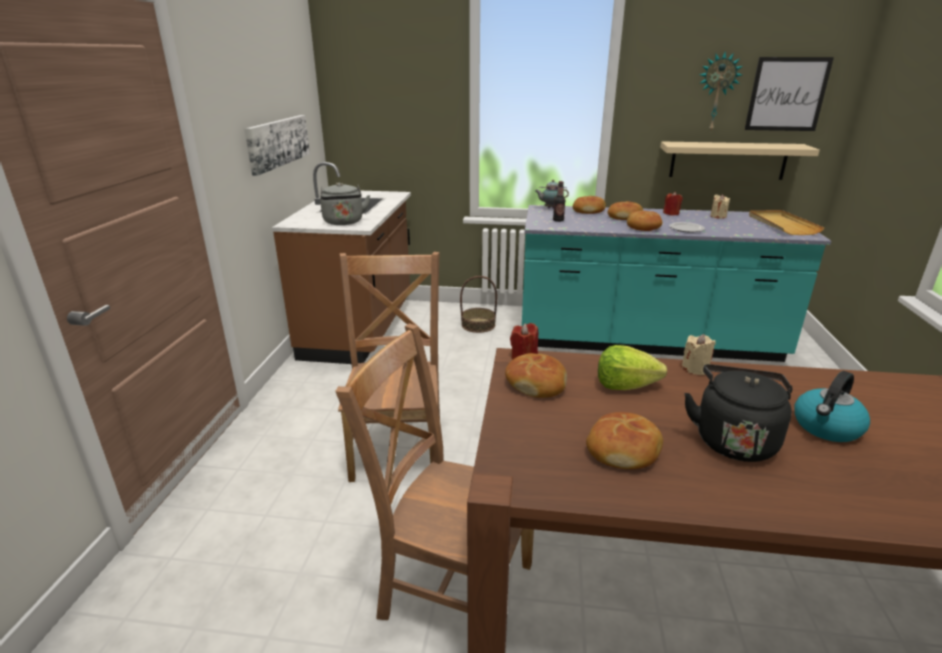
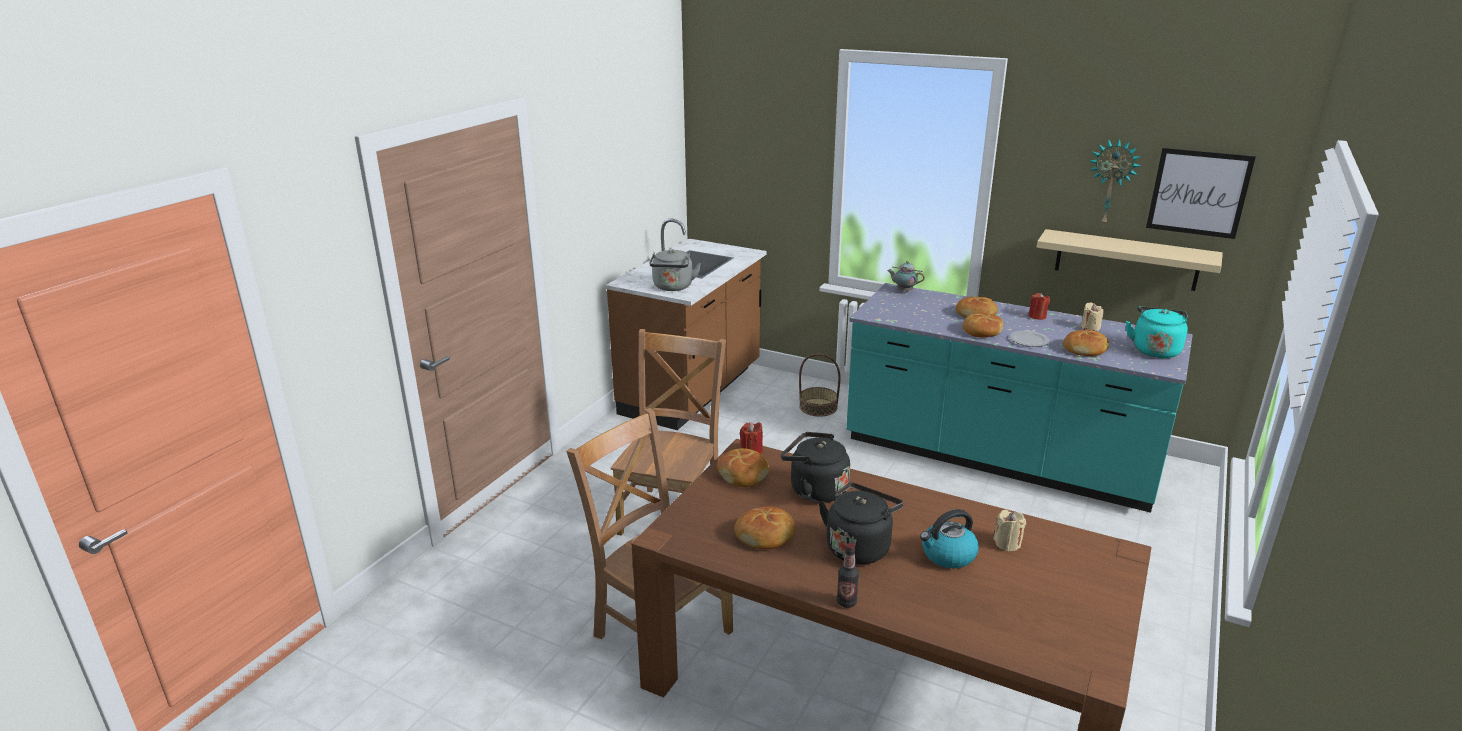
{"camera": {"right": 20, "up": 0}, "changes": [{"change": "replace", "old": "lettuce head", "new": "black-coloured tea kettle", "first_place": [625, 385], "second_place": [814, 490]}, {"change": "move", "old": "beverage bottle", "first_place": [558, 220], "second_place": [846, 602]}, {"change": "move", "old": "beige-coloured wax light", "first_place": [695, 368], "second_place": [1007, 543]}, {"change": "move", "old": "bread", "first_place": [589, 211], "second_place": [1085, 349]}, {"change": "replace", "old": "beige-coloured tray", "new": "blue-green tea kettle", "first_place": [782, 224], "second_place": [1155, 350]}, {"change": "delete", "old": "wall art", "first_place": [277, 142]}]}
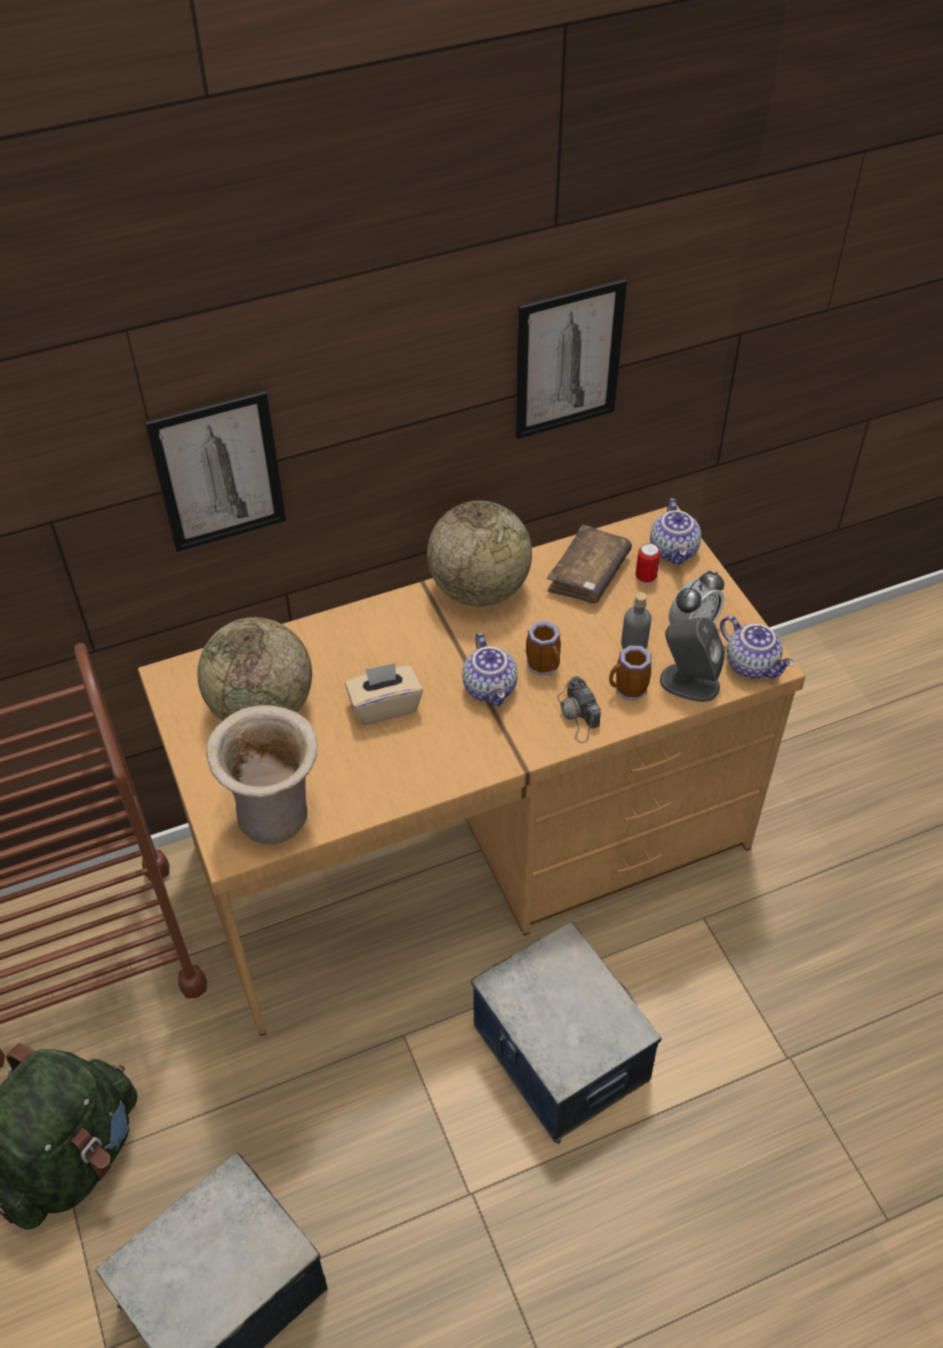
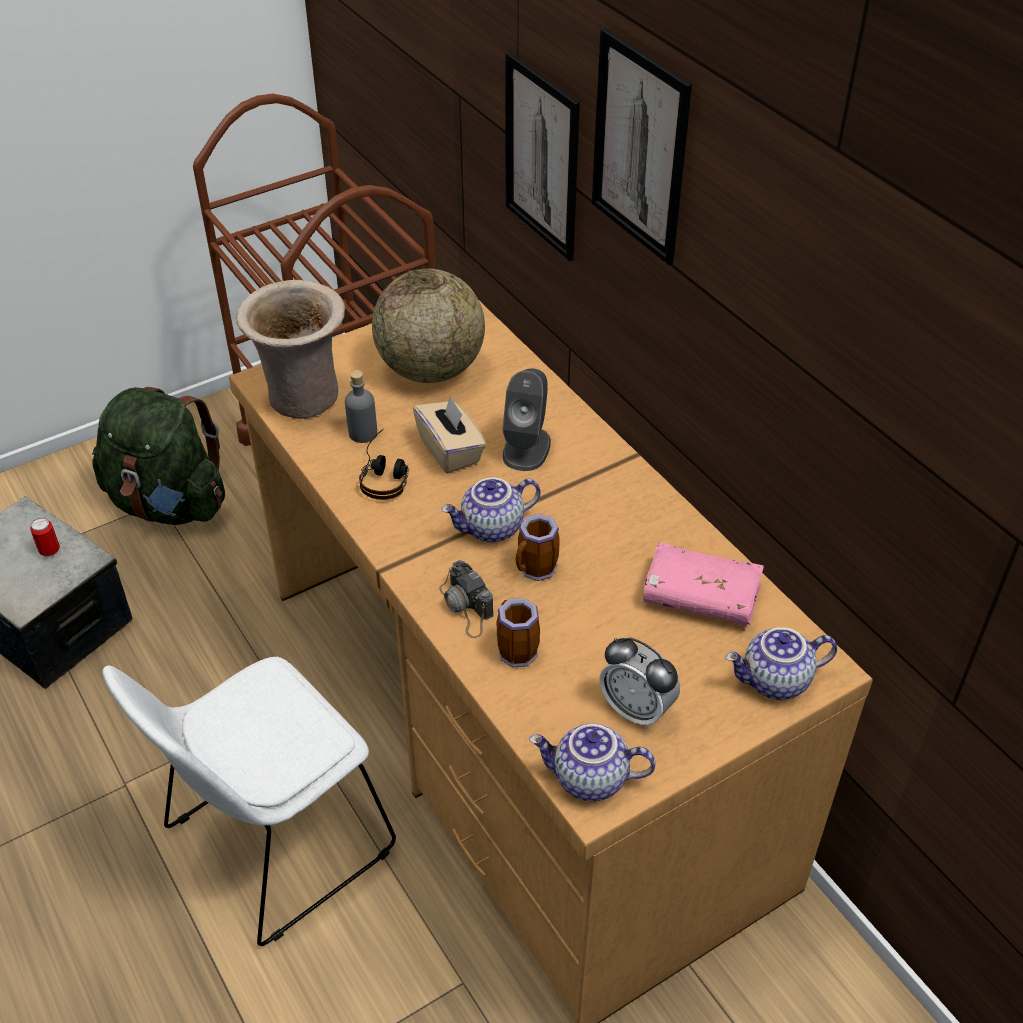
{"camera": {"right": 80, "up": -5}, "changes": [{"change": "move", "old": "metal can", "first_place": [645, 577], "second_place": [50, 551]}, {"change": "replace", "old": "storage box", "new": "whitish chair", "first_place": [559, 1054], "second_place": [273, 844]}, {"change": "move", "old": "greyish beverage bottle", "first_place": [634, 644], "second_place": [363, 433]}, {"change": "insert", "new": "pair of headphones", "second_place": [386, 474]}, {"change": "rotate", "old": "still camera", "first_place": [578, 715], "second_place": [466, 607], "degrees": -90}, {"change": "move", "old": "greyish loudspeaker", "first_place": [688, 683], "second_place": [526, 448]}, {"change": "rotate", "old": "tea pot", "first_place": [752, 664], "second_place": [589, 780], "degrees": 60}, {"change": "move", "old": "wall art", "first_place": [568, 360], "second_place": [639, 148]}, {"change": "recolor", "old": "brown-coloured book", "new": "pink-coloured book", "first_place": [588, 574], "second_place": [700, 596]}, {"change": "delete", "old": "world globe", "first_place": [479, 589]}]}
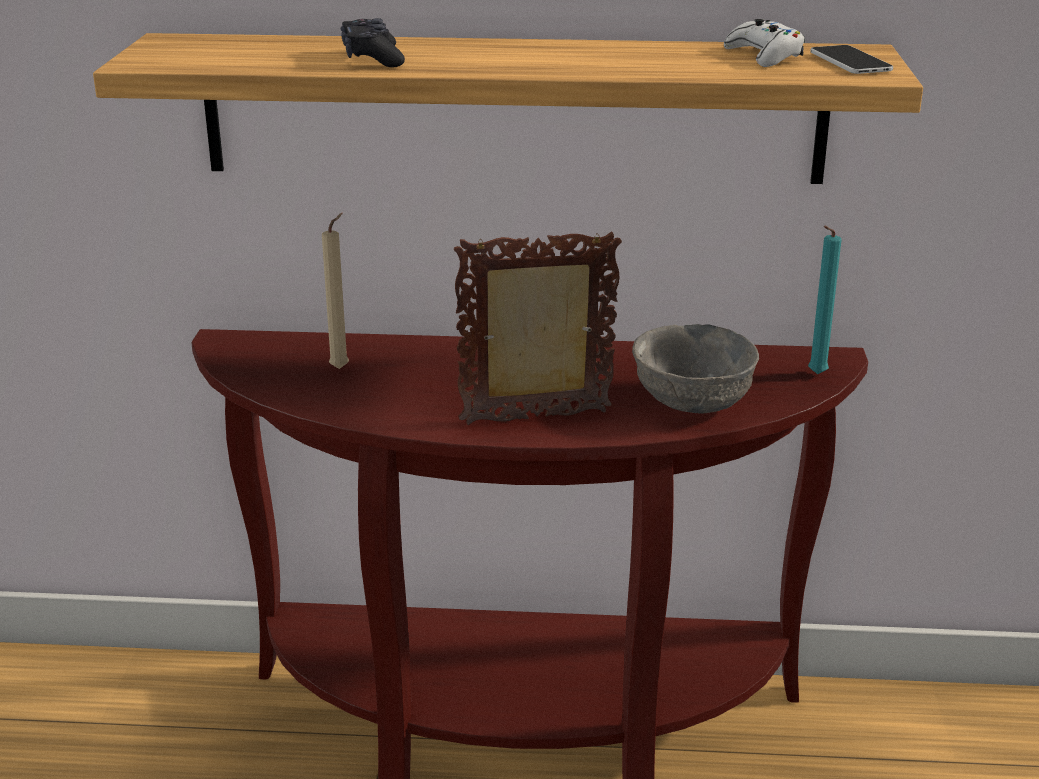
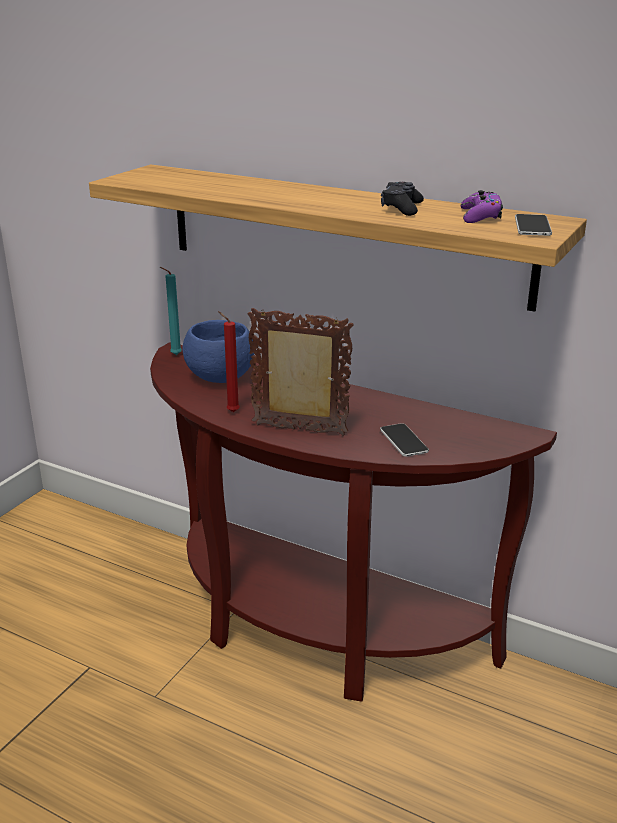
{"camera": {"right": 25, "up": 0}, "changes": [{"change": "move", "old": "blue-green wax light", "first_place": [815, 375], "second_place": [174, 355]}, {"change": "replace", "old": "beige-coloured wax light", "new": "blue-coloured deep dish", "first_place": [342, 367], "second_place": [221, 378]}, {"change": "insert", "new": "red wax light", "second_place": [231, 411]}, {"change": "replace", "old": "greyish deep dish", "new": "telephone", "first_place": [691, 402], "second_place": [403, 441]}, {"change": "move", "old": "black-coloured joypad", "first_place": [372, 58], "second_place": [401, 208]}, {"change": "recolor", "old": "whitish joypad", "new": "purple-coloured joypad", "first_place": [764, 56], "second_place": [480, 216]}]}
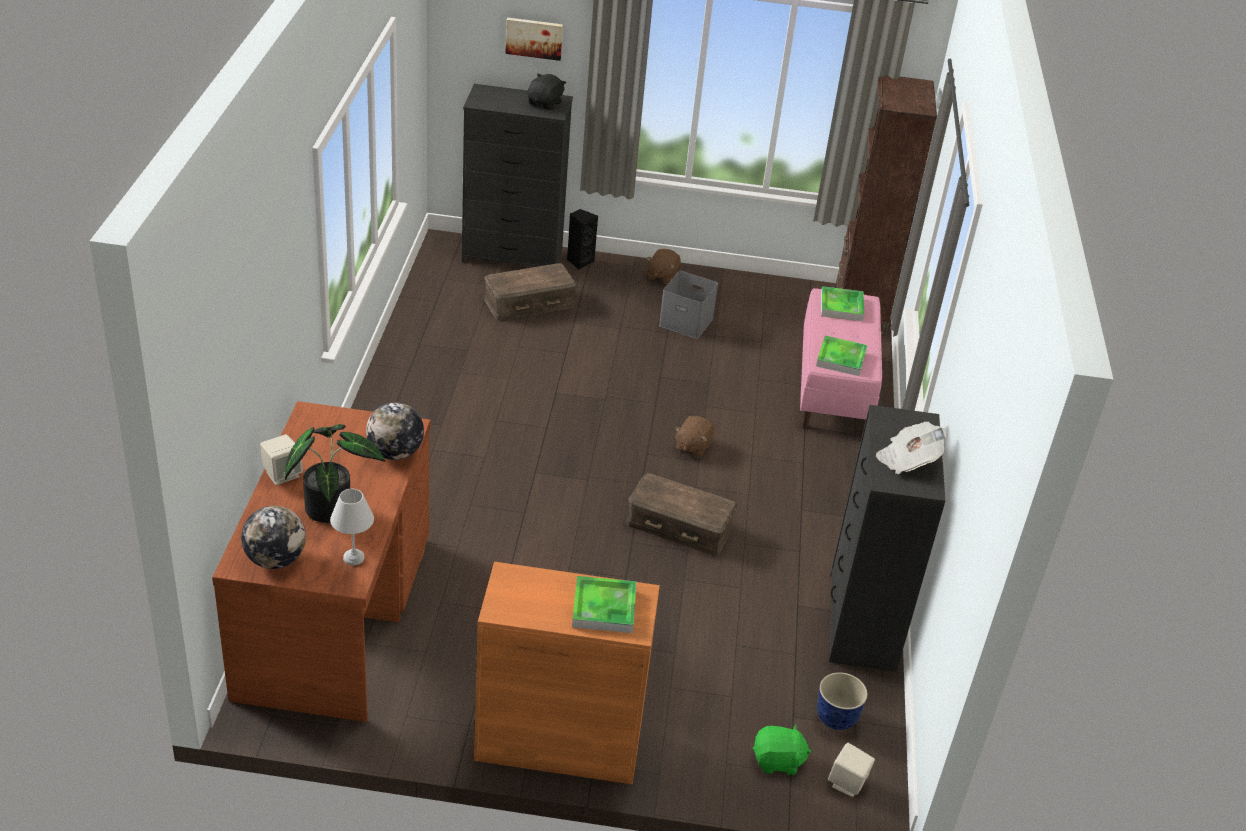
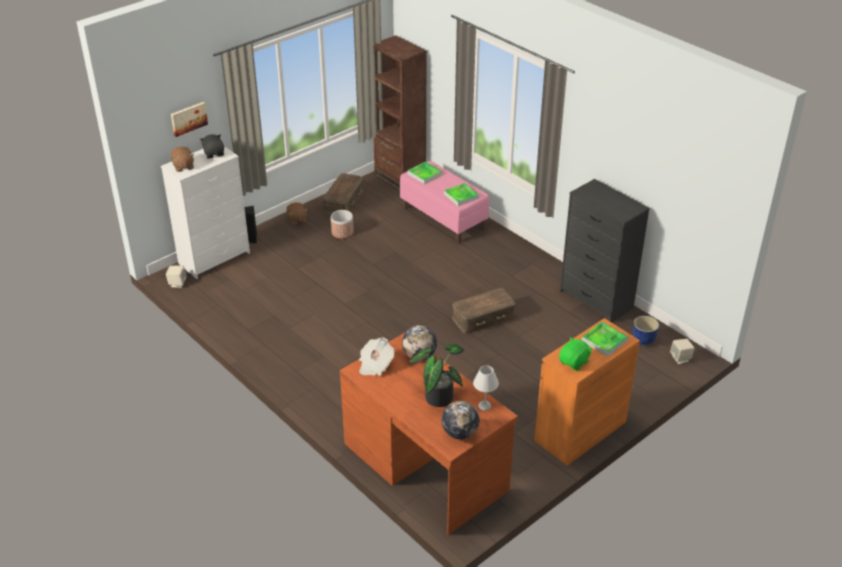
{"camera": {"right": -45, "up": 0}, "changes": [{"change": "recolor", "old": "black-coloured dresser", "new": "whitish dresser", "first_place": [513, 255], "second_place": [215, 258]}, {"change": "move", "old": "beige-coloured loudspeaker", "first_place": [282, 474], "second_place": [177, 283]}, {"change": "move", "old": "brown-coloured soft toy", "first_place": [692, 447], "second_place": [183, 166]}, {"change": "move", "old": "brown-coloured storage box", "first_place": [529, 303], "second_place": [344, 202]}, {"change": "replace", "old": "greyish storage box", "new": "plant pot", "first_place": [687, 322], "second_place": [342, 232]}, {"change": "move", "old": "newspaper", "first_place": [907, 460], "second_place": [375, 365]}, {"change": "move", "old": "greenish soft toy", "first_place": [778, 761], "second_place": [574, 362]}]}
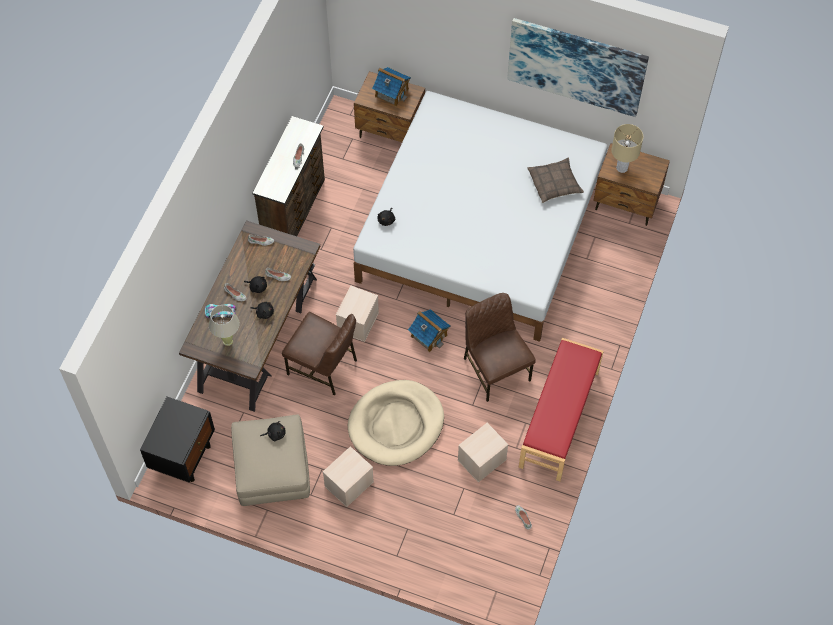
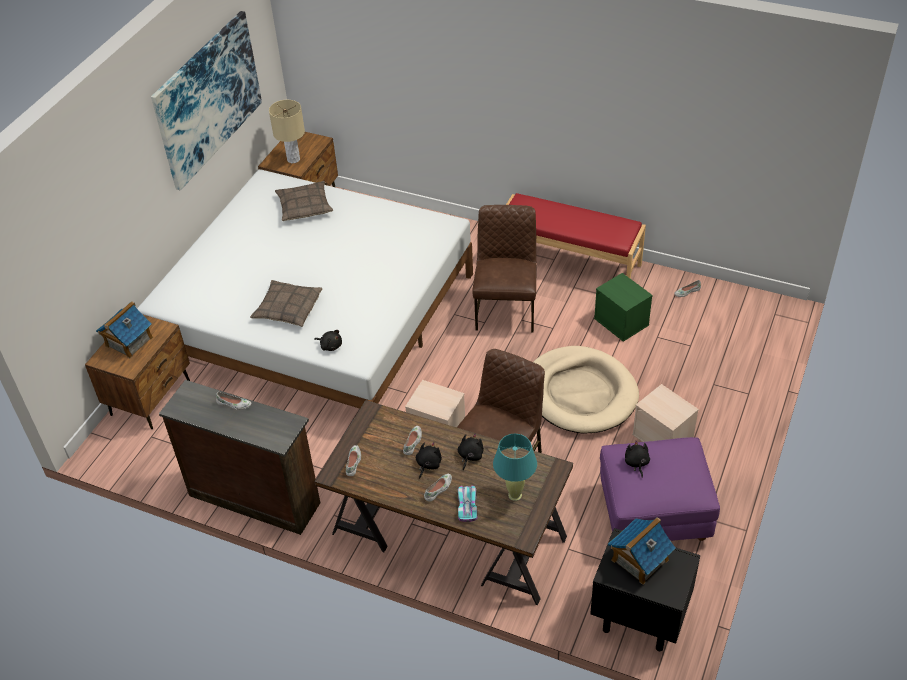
{"camera": {"right": -85, "up": -15}, "changes": [{"change": "insert", "new": "cushion", "second_place": [288, 309]}, {"change": "rotate", "old": "brown-coloured chair", "first_place": [495, 369], "second_place": [506, 308], "degrees": 120}, {"change": "recolor", "old": "beige-coloured lamp for a table", "new": "blue-green lamp for a table", "first_place": [228, 341], "second_place": [515, 495]}, {"change": "recolor", "old": "beige-coloured storage box", "new": "greenish storage box", "first_place": [482, 460], "second_place": [622, 322]}, {"change": "recolor", "old": "beige-coloured pouffe", "new": "purple-coloured pouffe", "first_place": [272, 472], "second_place": [653, 514]}, {"change": "move", "old": "miniature house", "first_place": [429, 335], "second_place": [639, 560]}]}
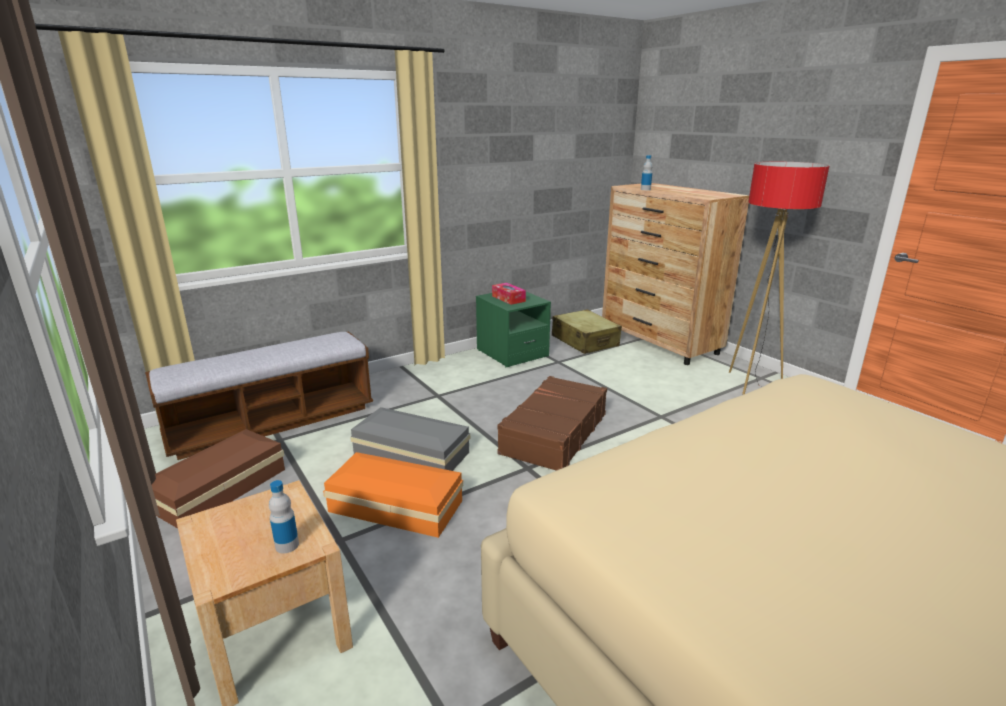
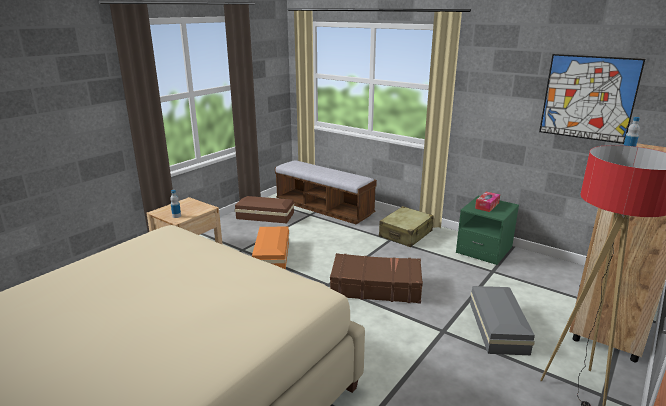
{"camera": {"right": 70, "up": 0}, "changes": [{"change": "move", "old": "beige-coloured travel case", "first_place": [585, 341], "second_place": [406, 234]}, {"change": "move", "old": "greyish storage box", "first_place": [412, 454], "second_place": [497, 328]}, {"change": "insert", "new": "wall art", "second_place": [588, 98]}]}
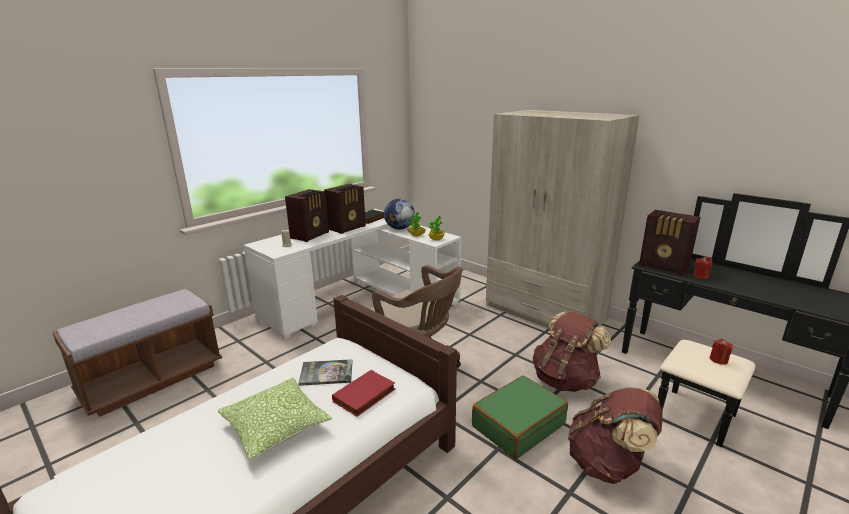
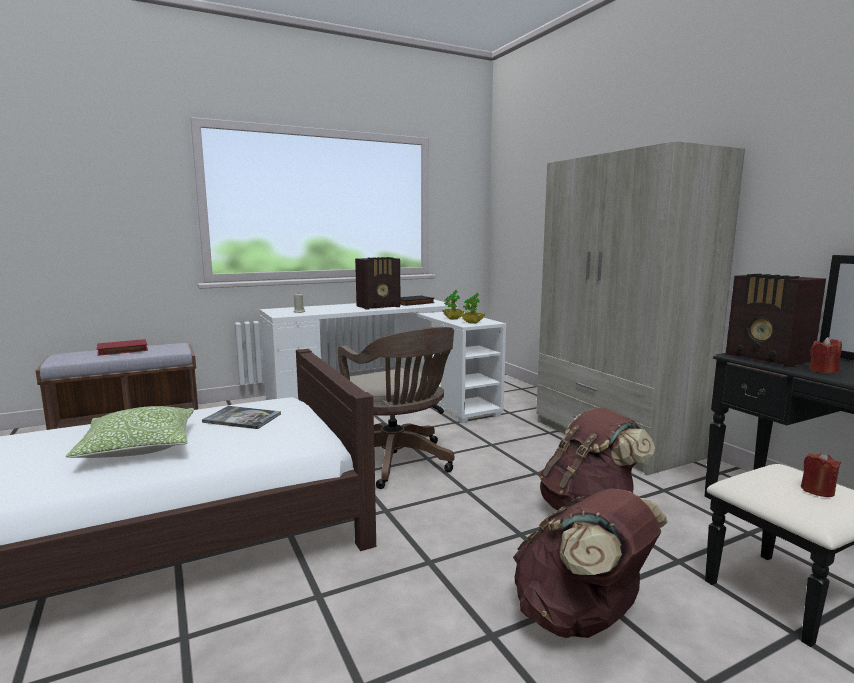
{"camera": {"right": 20, "up": -10}, "changes": [{"change": "move", "old": "red book", "first_place": [365, 396], "second_place": [122, 351]}, {"change": "delete", "old": "radio set", "first_place": [311, 235]}, {"change": "delete", "old": "world globe", "first_place": [399, 228]}, {"change": "delete", "old": "greenish travel case", "first_place": [518, 425]}]}
